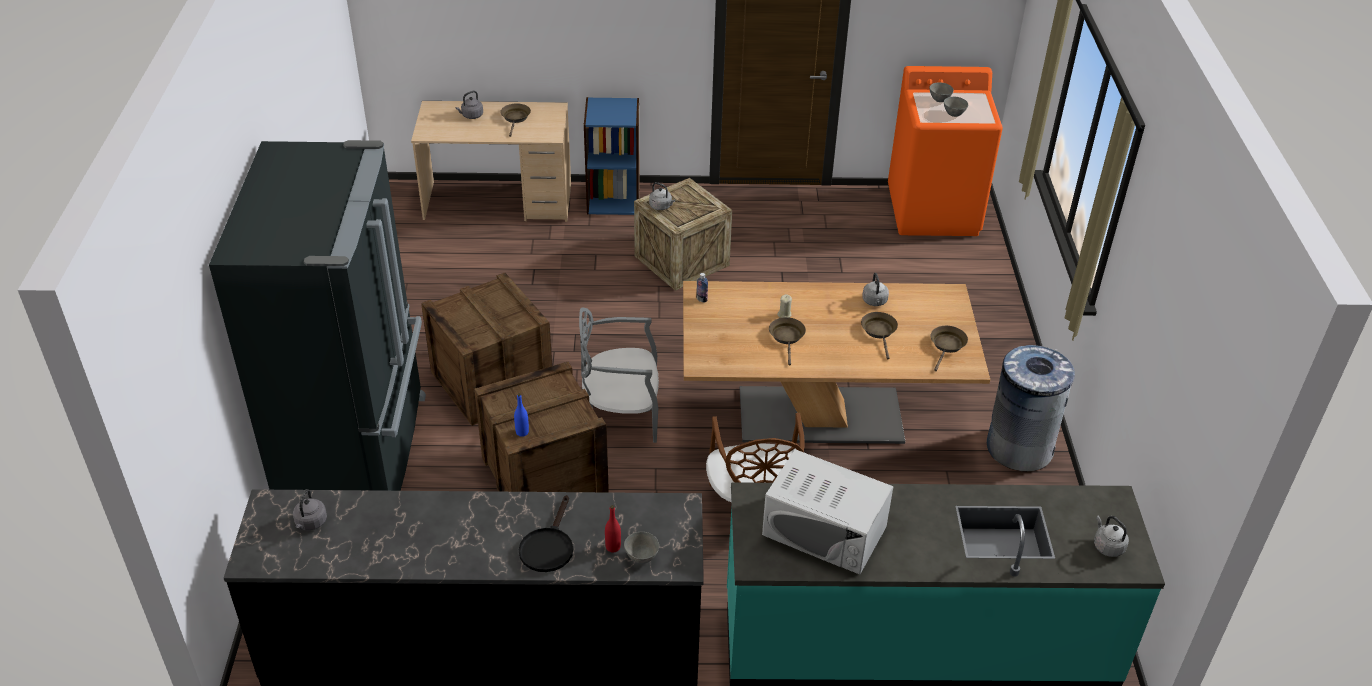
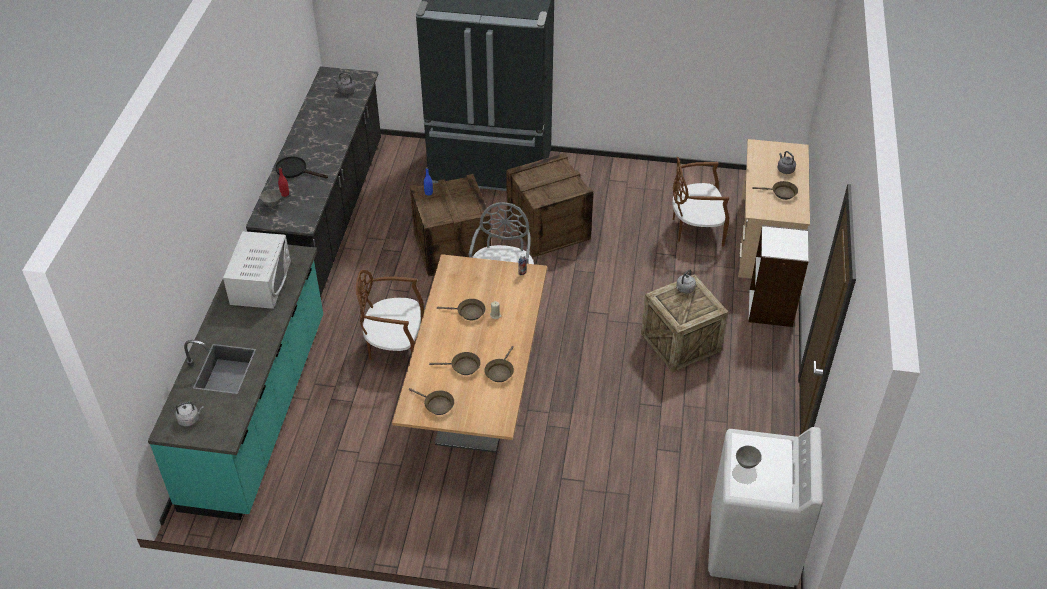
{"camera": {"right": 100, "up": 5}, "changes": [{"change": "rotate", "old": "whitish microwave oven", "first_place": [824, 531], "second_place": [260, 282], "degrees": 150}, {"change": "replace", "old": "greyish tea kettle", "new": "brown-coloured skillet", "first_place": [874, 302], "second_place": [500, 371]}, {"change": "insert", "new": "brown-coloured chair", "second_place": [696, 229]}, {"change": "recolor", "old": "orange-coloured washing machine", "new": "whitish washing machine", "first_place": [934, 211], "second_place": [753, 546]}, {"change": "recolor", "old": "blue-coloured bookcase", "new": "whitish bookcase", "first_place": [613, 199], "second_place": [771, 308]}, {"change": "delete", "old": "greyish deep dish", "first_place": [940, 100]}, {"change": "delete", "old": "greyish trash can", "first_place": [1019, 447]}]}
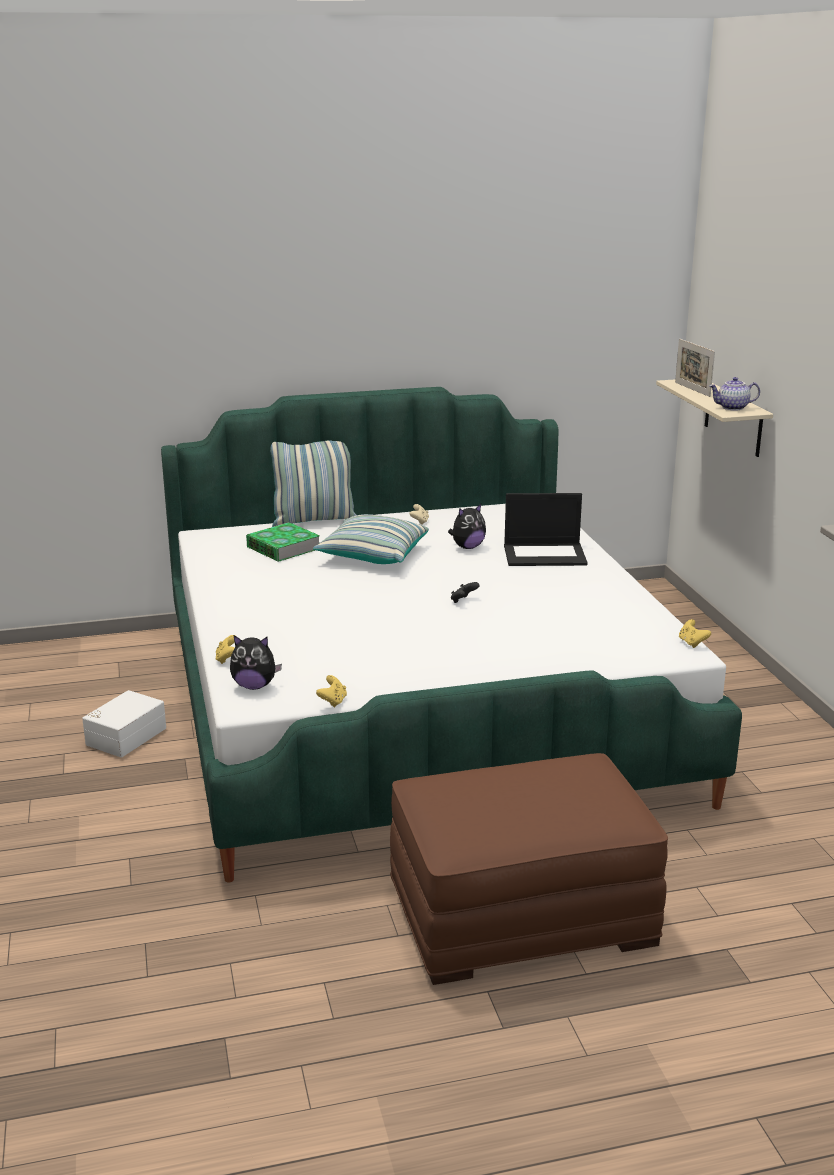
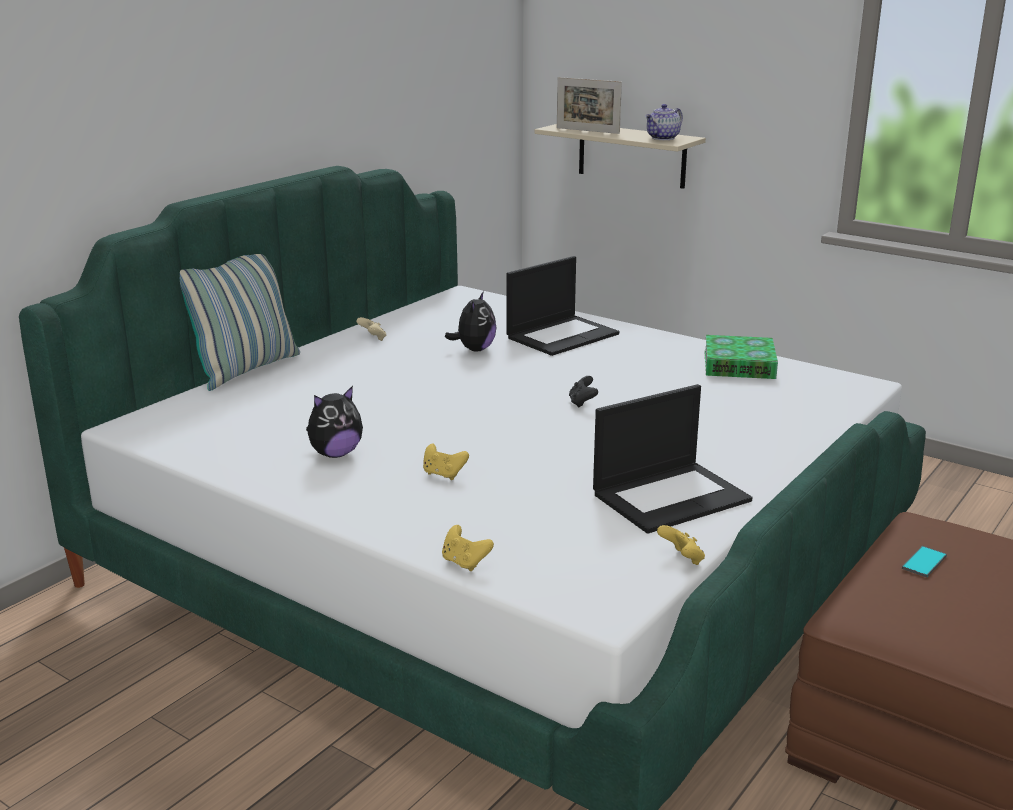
{"camera": {"right": -40, "up": 0}, "changes": [{"change": "move", "old": "soft toy", "first_place": [254, 686], "second_place": [335, 454]}, {"change": "move", "old": "yellow joypad", "first_place": [692, 643], "second_place": [443, 474]}, {"change": "insert", "new": "portable computer", "second_place": [671, 496]}, {"change": "move", "old": "book", "first_place": [283, 548], "second_place": [739, 365]}, {"change": "insert", "new": "telephone", "second_place": [924, 562]}, {"change": "delete", "old": "whitish storage box", "first_place": [124, 736]}, {"change": "delete", "old": "cushion", "first_place": [372, 556]}]}
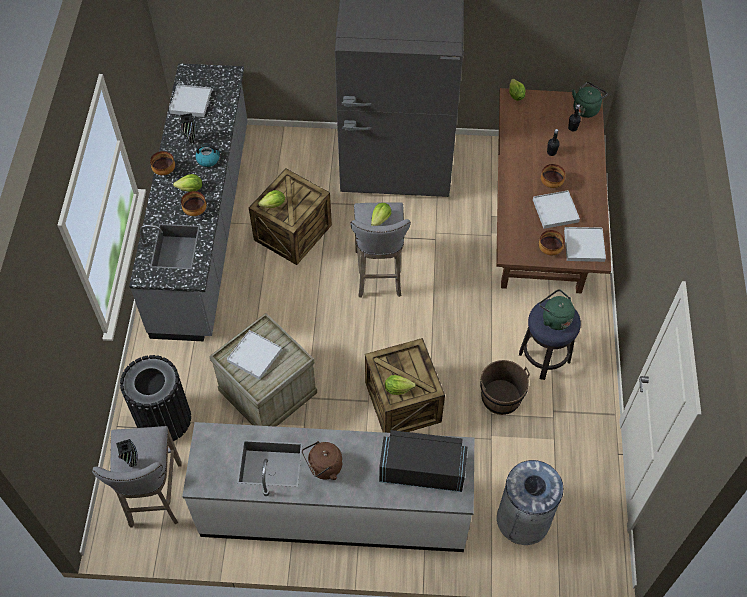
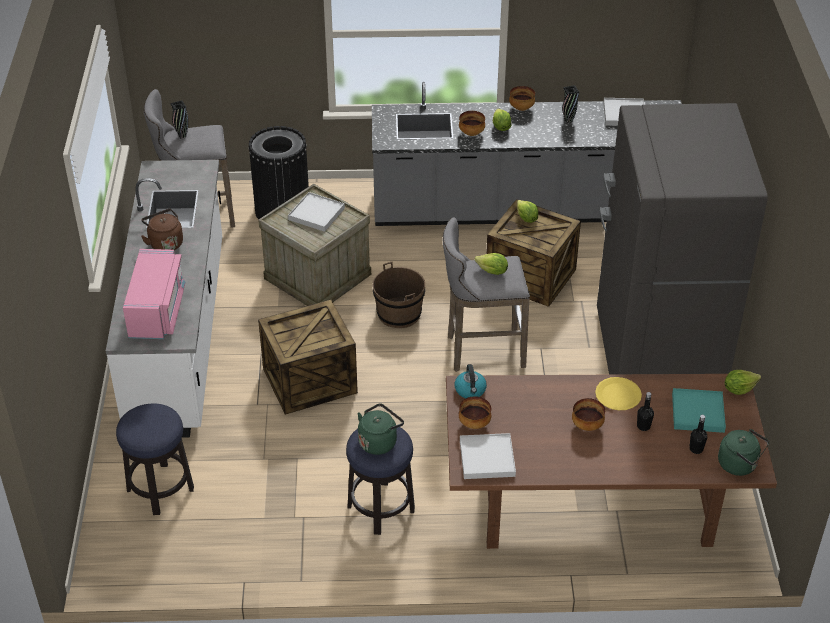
{"camera": {"right": 85, "up": -15}, "changes": [{"change": "replace", "old": "greyish trash can", "new": "stool", "first_place": [523, 519], "second_place": [160, 489]}, {"change": "recolor", "old": "black-coloured microwave oven", "new": "pink-coloured microwave oven", "first_place": [422, 470], "second_place": [157, 311]}, {"change": "move", "old": "brown-coloured water bucket", "first_place": [501, 397], "second_place": [399, 314]}, {"change": "move", "old": "tea kettle", "first_place": [208, 159], "second_place": [470, 390]}, {"change": "insert", "new": "yellow flat dish", "second_place": [618, 395]}, {"change": "insert", "new": "blue-green tray", "second_place": [697, 413]}, {"change": "delete", "old": "lettuce head", "first_place": [398, 388]}, {"change": "delete", "old": "whitish tray", "first_place": [555, 211]}]}
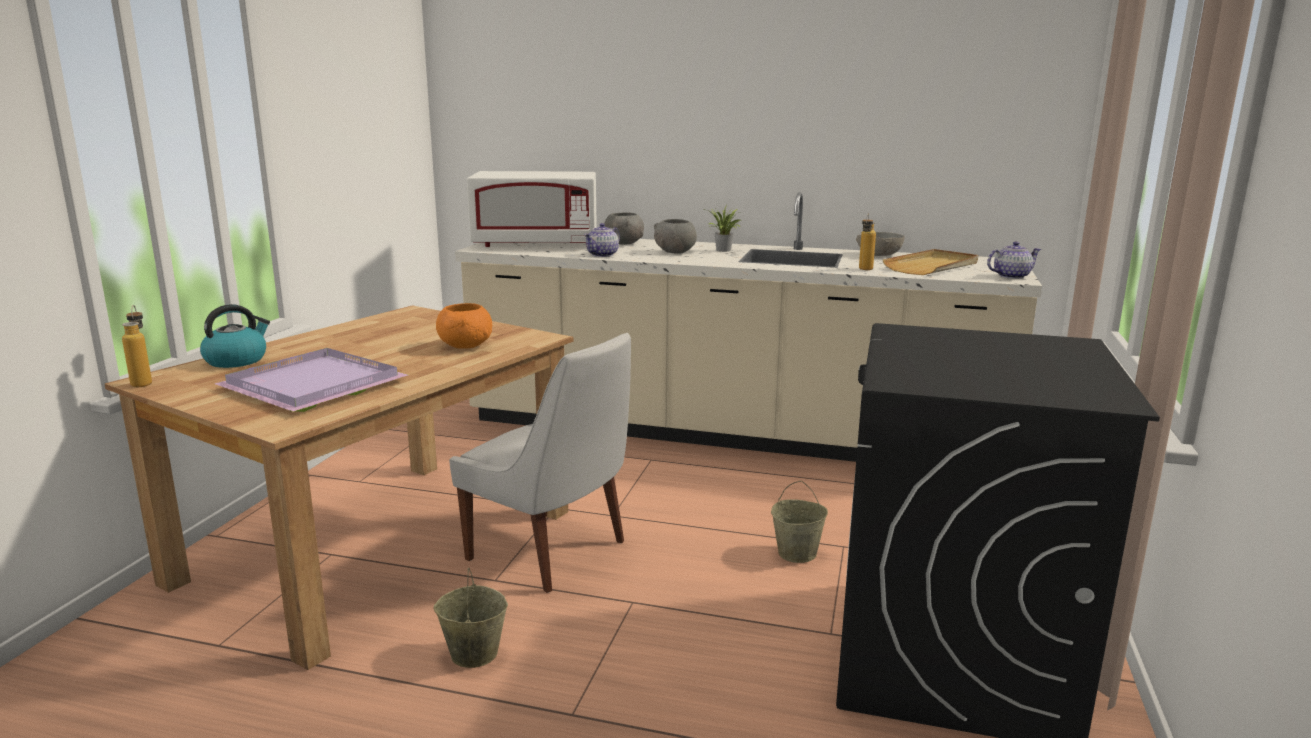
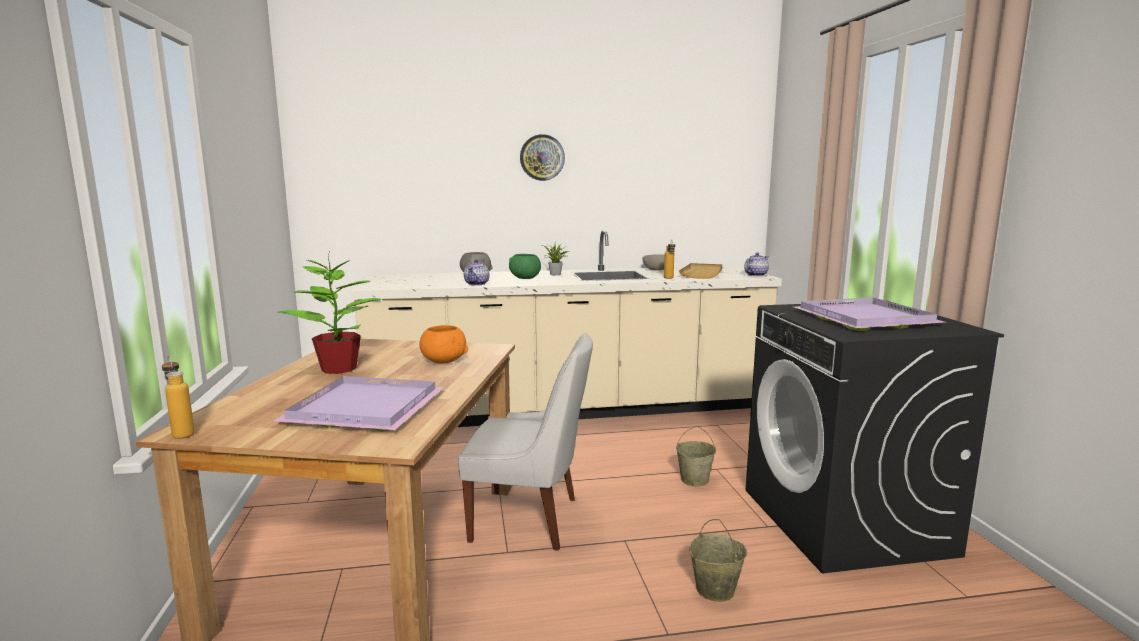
{"camera": {"right": -25, "up": -5}, "changes": [{"change": "insert", "new": "potted plant", "second_place": [340, 369]}, {"change": "recolor", "old": "greyish deep dish", "new": "greenish deep dish", "first_place": [675, 252], "second_place": [525, 278]}, {"change": "insert", "new": "wall clock", "second_place": [542, 157]}, {"change": "move", "old": "beige-coloured water bucket", "first_place": [473, 653], "second_place": [714, 590]}, {"change": "insert", "new": "purple-coloured tray", "second_place": [864, 318]}, {"change": "delete", "old": "tea kettle", "first_place": [237, 360]}, {"change": "delete", "old": "whitish microwave oven", "first_place": [536, 244]}]}
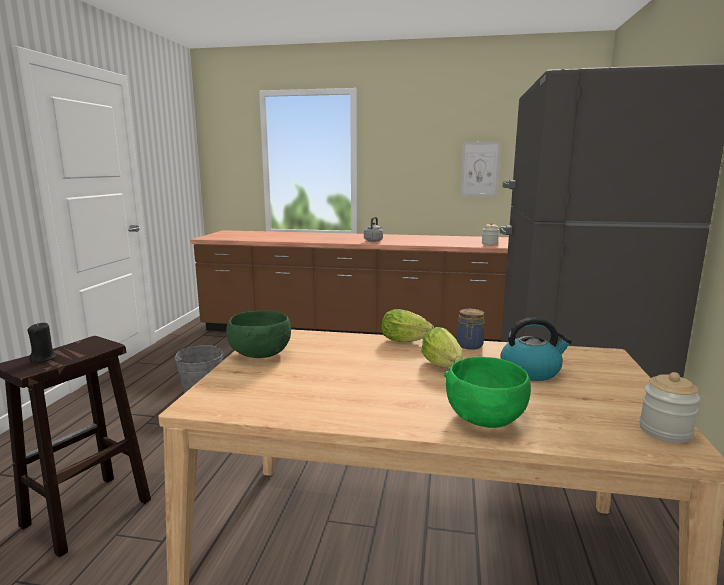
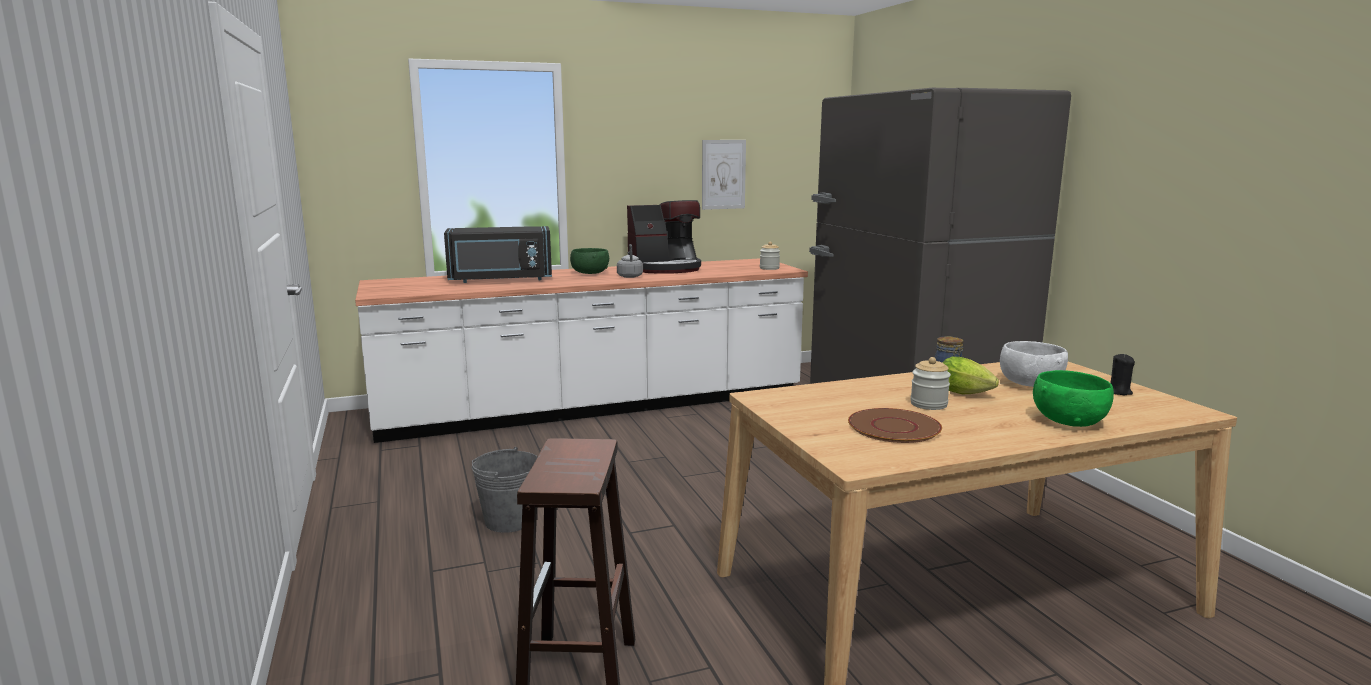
{"camera": {"right": -30, "up": 0}, "changes": [{"change": "recolor", "old": "brown-coloured counter", "new": "whitish counter", "first_place": [352, 332], "second_place": [595, 407]}, {"change": "insert", "new": "black-coloured microwave oven", "second_place": [500, 280]}, {"change": "move", "old": "greenish deep dish", "first_place": [259, 354], "second_place": [589, 273]}, {"change": "insert", "new": "coffee machine", "second_place": [664, 268]}, {"change": "insert", "new": "brown-coloured flat dish", "second_place": [893, 427]}, {"change": "move", "old": "preserve jar", "first_place": [665, 431], "second_place": [928, 404]}, {"change": "replace", "old": "tea kettle", "new": "whitish deep dish", "first_place": [531, 371], "second_place": [1029, 384]}, {"change": "move", "old": "black-coloured wax light", "first_place": [44, 358], "second_place": [1118, 392]}, {"change": "delete", "old": "lettuce head", "first_place": [407, 341]}]}
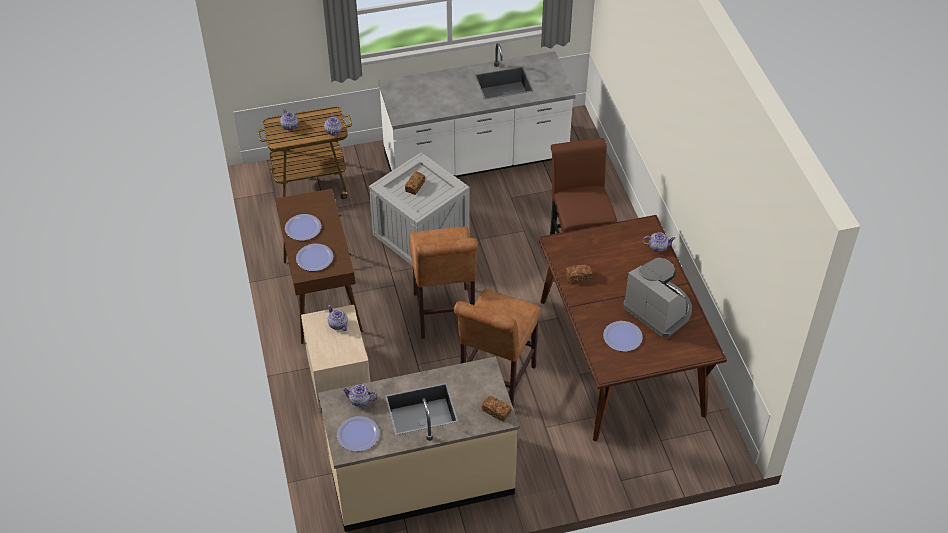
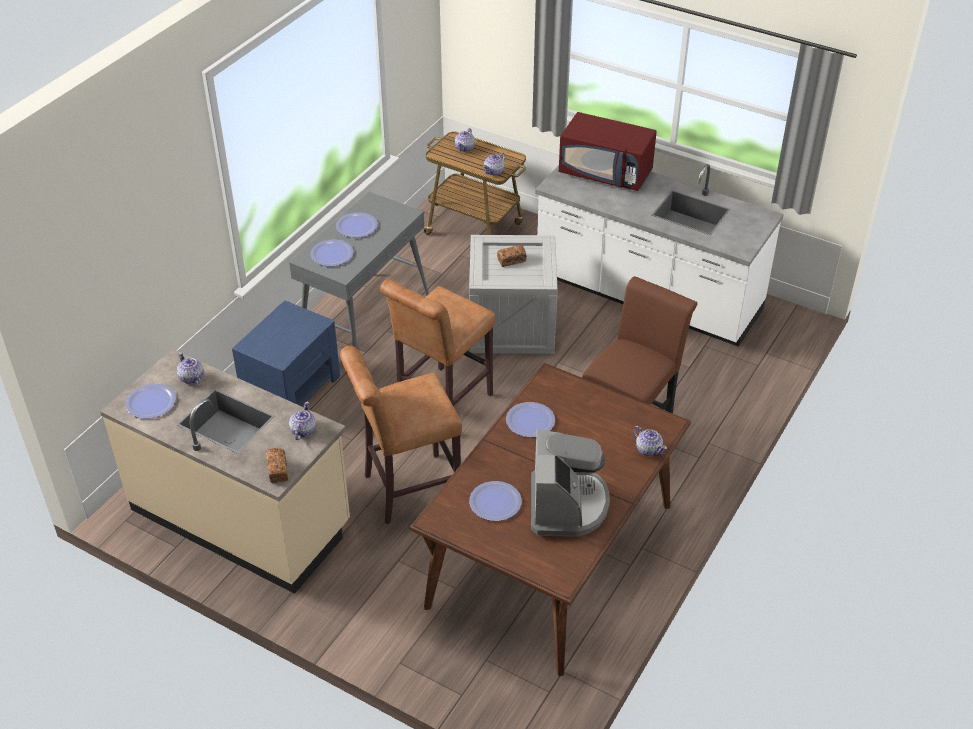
{"camera": {"right": 45, "up": -5}, "changes": [{"change": "recolor", "old": "beige-coloured bedside table", "new": "blue-coloured bedside table", "first_place": [339, 377], "second_place": [292, 389]}, {"change": "recolor", "old": "brown-coloured narrow table", "new": "greyish narrow table", "first_place": [321, 296], "second_place": [365, 318]}, {"change": "move", "old": "tea pot", "first_place": [338, 324], "second_place": [303, 431]}, {"change": "replace", "old": "bread", "new": "flat dish", "first_place": [578, 277], "second_place": [530, 420]}, {"change": "insert", "new": "red microwave oven", "second_place": [606, 173]}]}
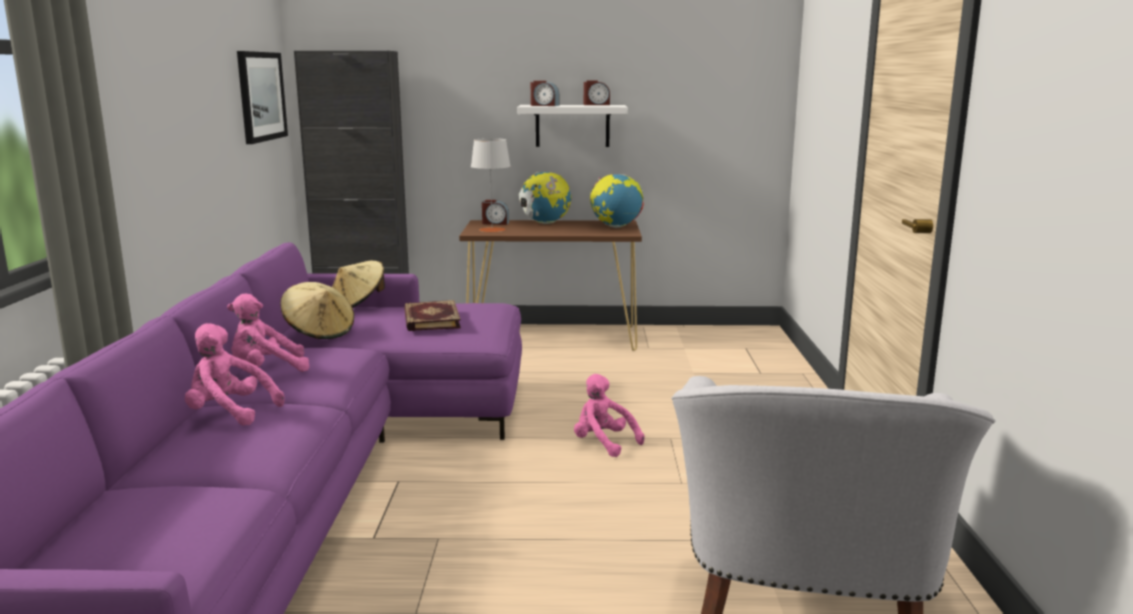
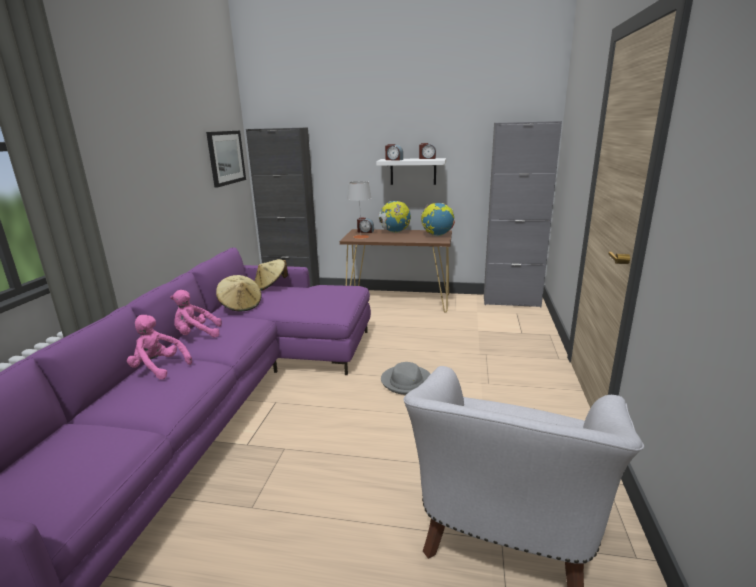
{"camera": {"right": 10, "up": 5}, "changes": [{"change": "replace", "old": "pink-coloured soft toy", "new": "greyish wearable hat", "first_place": [603, 443], "second_place": [407, 382]}, {"change": "insert", "new": "greyish cupboard", "second_place": [511, 301]}, {"change": "delete", "old": "book", "first_place": [430, 319]}]}
